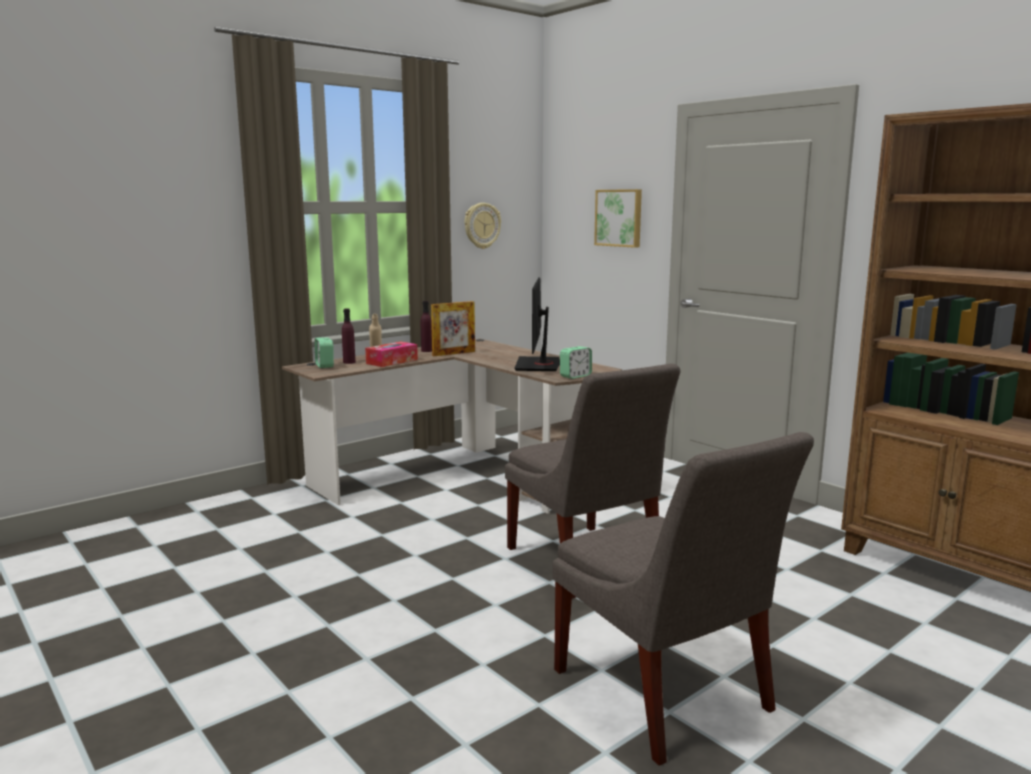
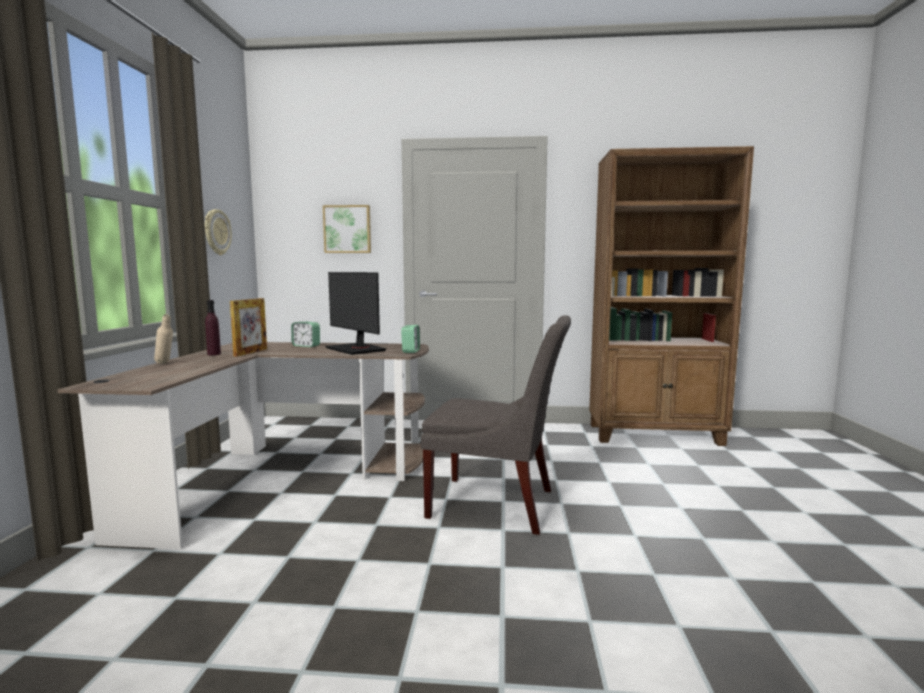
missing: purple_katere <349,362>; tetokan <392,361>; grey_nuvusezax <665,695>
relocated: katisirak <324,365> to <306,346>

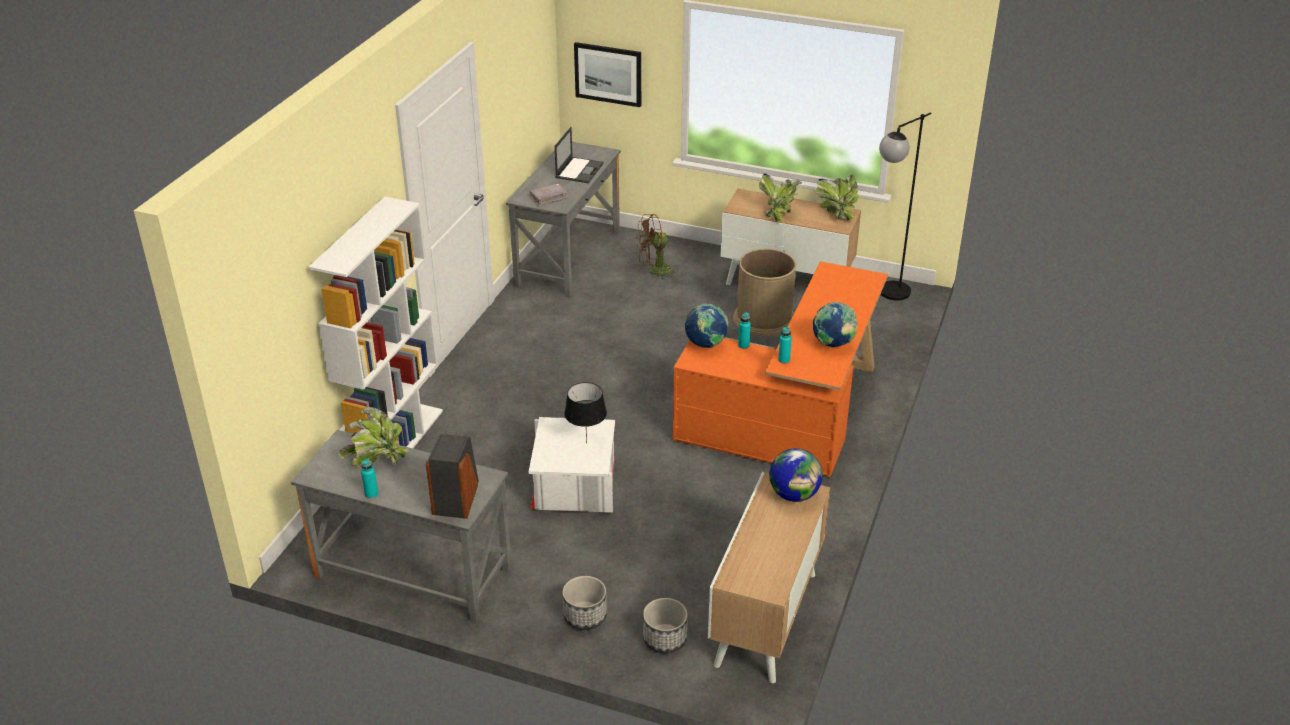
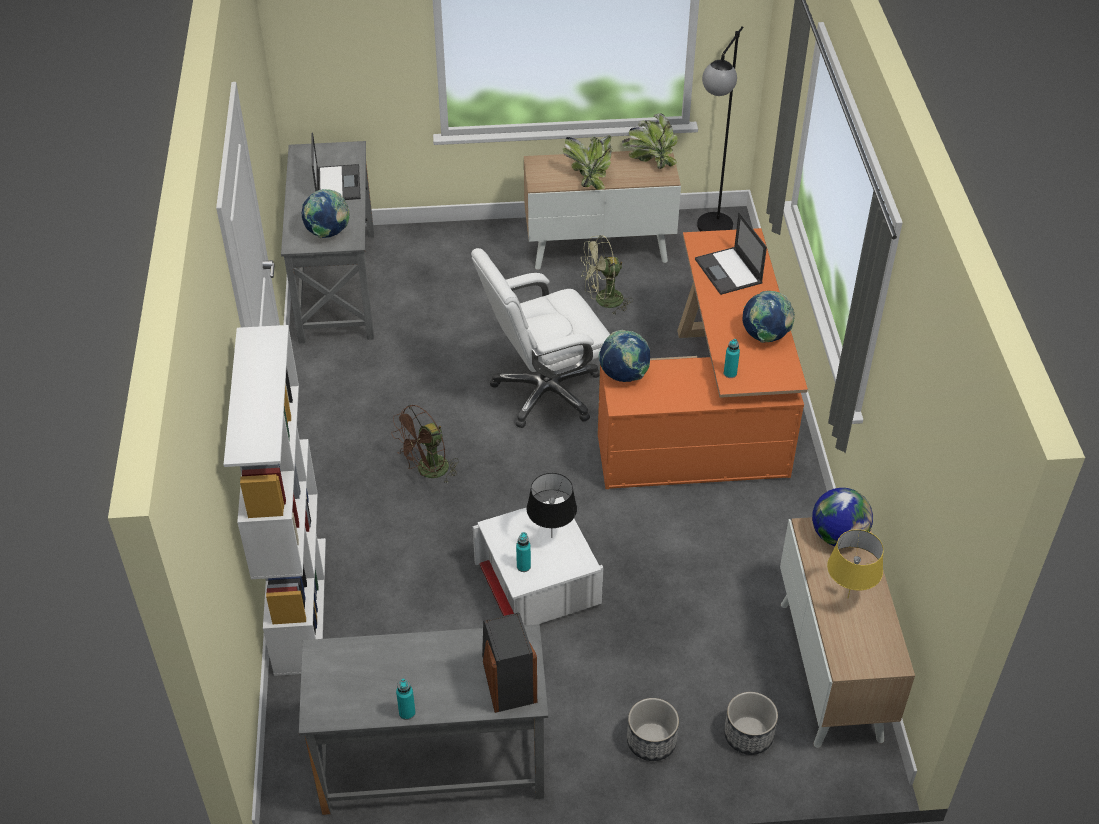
missing: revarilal <375,459>; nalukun <608,74>
appeared: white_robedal <545,392>; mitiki <729,272>; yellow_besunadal <847,598>
relocated: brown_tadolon <654,271> to <428,471>; turquoise_katere <743,345> to <523,566>
exchanged: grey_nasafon <548,198> to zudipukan <328,233>; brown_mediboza <764,318> to green_tadolon <603,301>

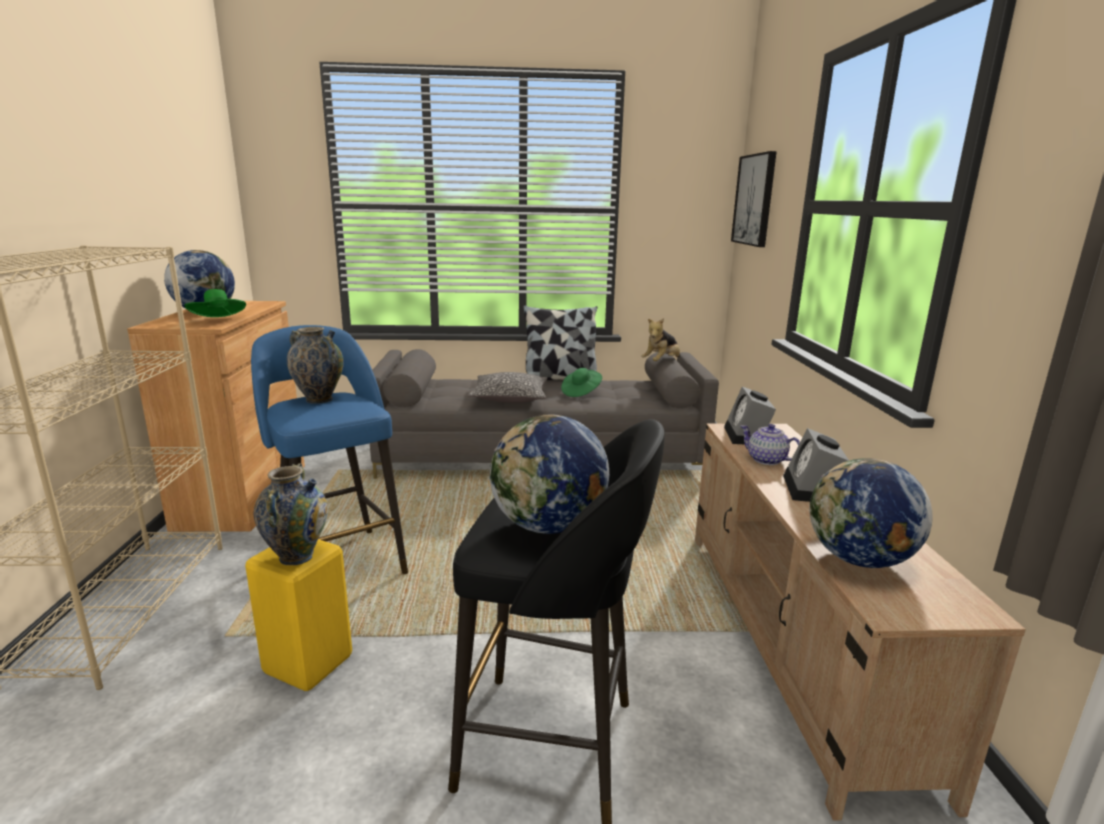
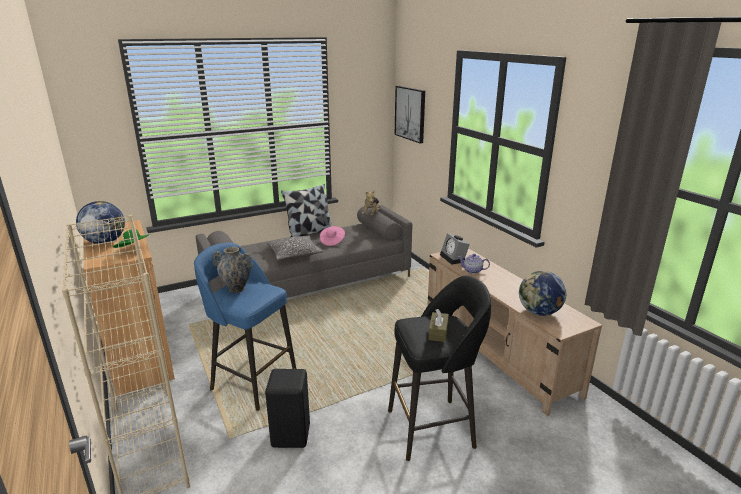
missing: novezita <297,556>; katisirak <811,490>
exchanged: zudipukan <548,526> to brown_tetokan <438,332>
colour: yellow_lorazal <305,664> to black_lorazal <289,436>; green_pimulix <581,392> to pink_pimulix <332,241>

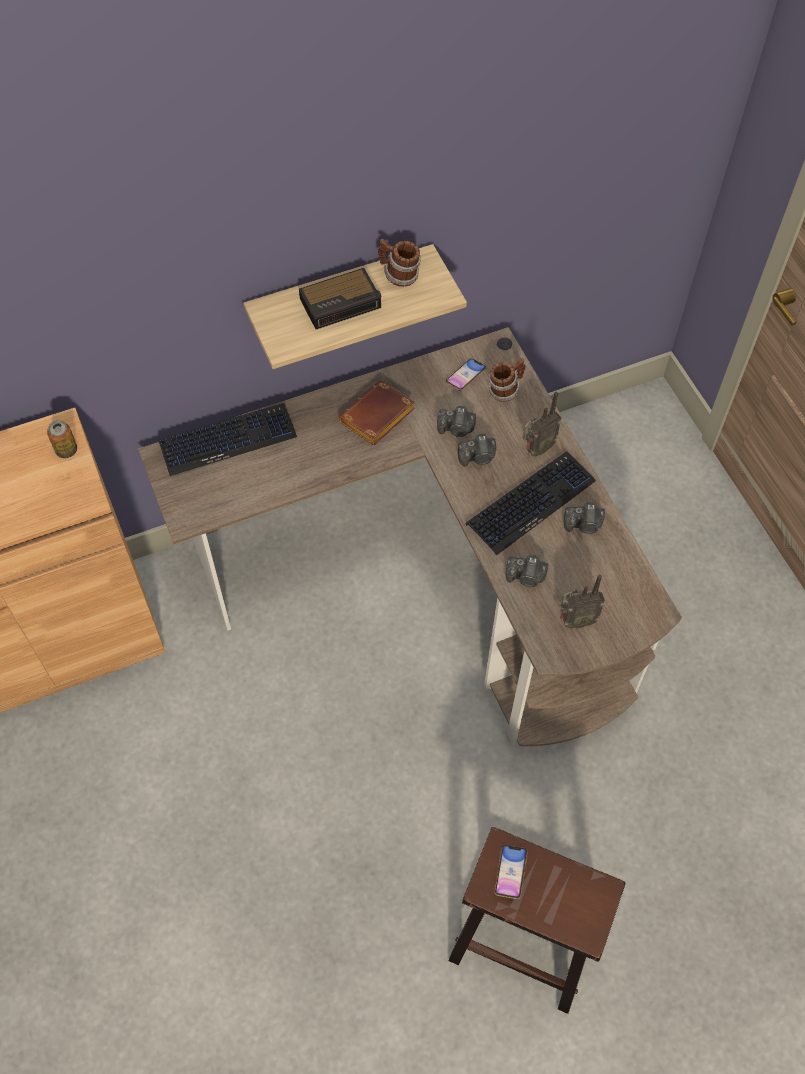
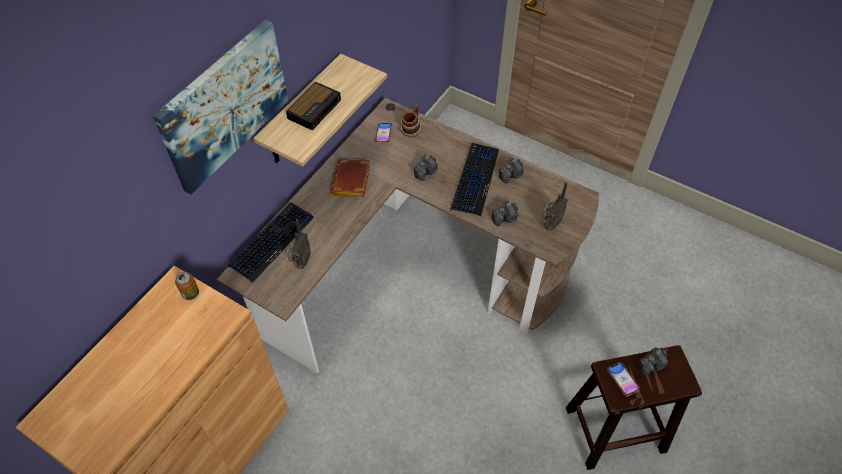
missing: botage <399,276>
appeared: nalukun <224,105>
relocated: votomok <536,449> to <300,263>; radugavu <456,429> to <652,364>

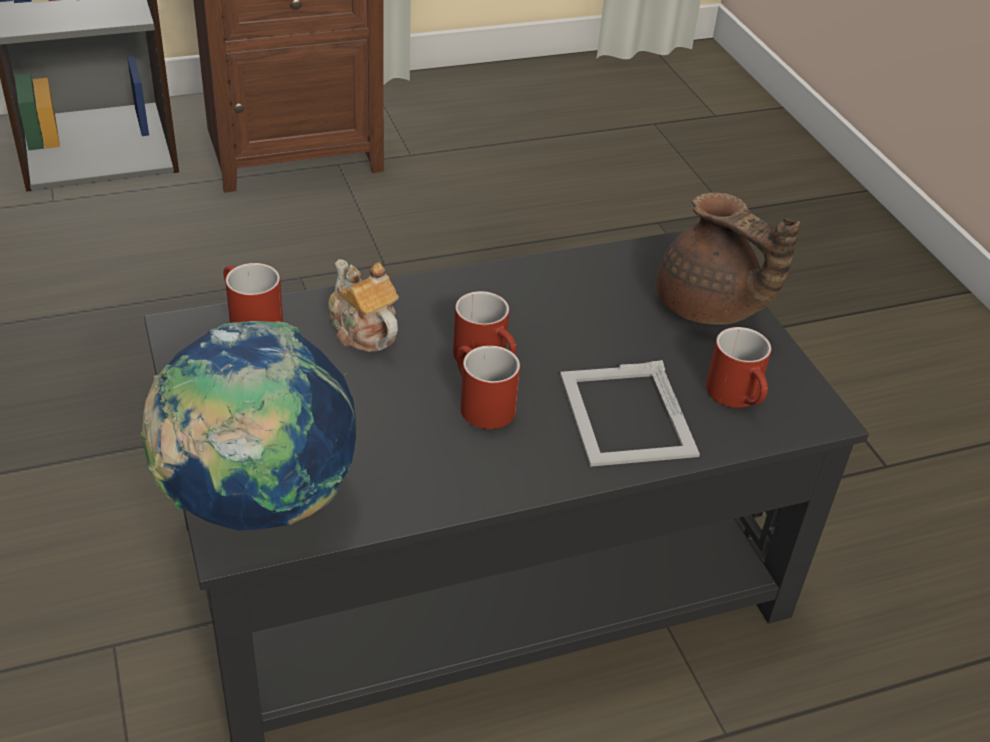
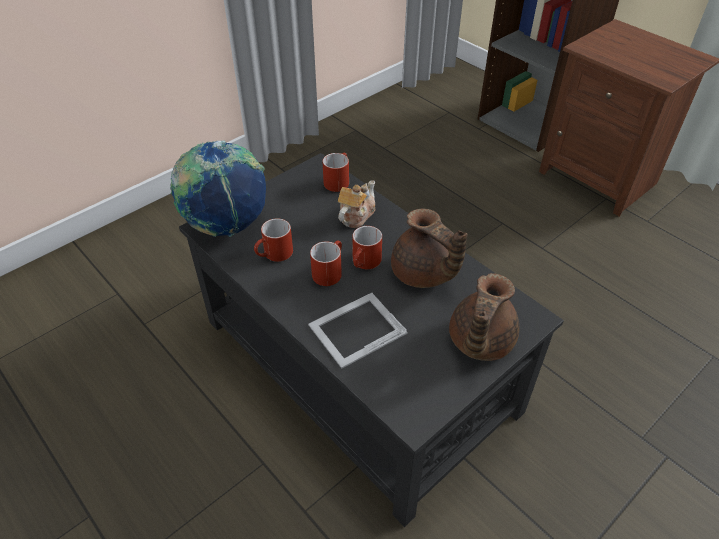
appeared: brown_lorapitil <423,274>
relocated: red_botage <739,397> to <274,255>

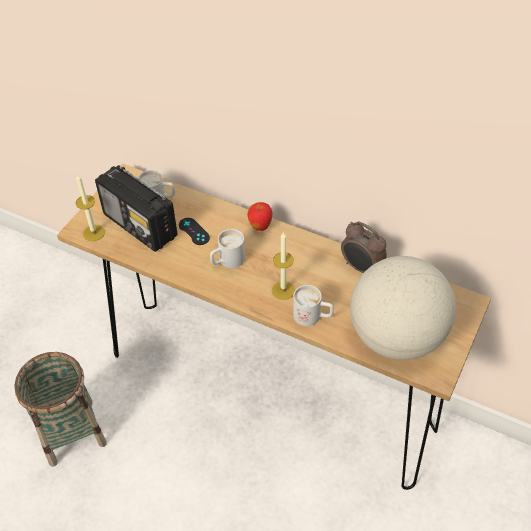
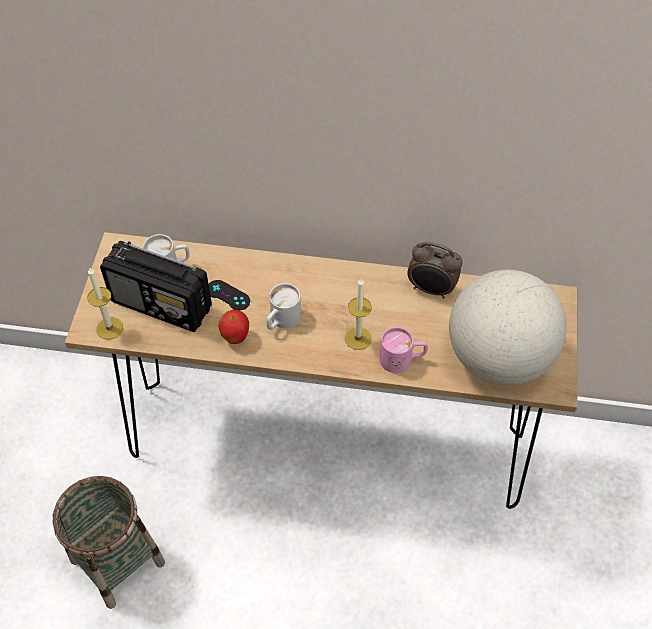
relocated: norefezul <260,227> to <235,338>
colour: white_botage <313,316> to pink_botage <402,360>

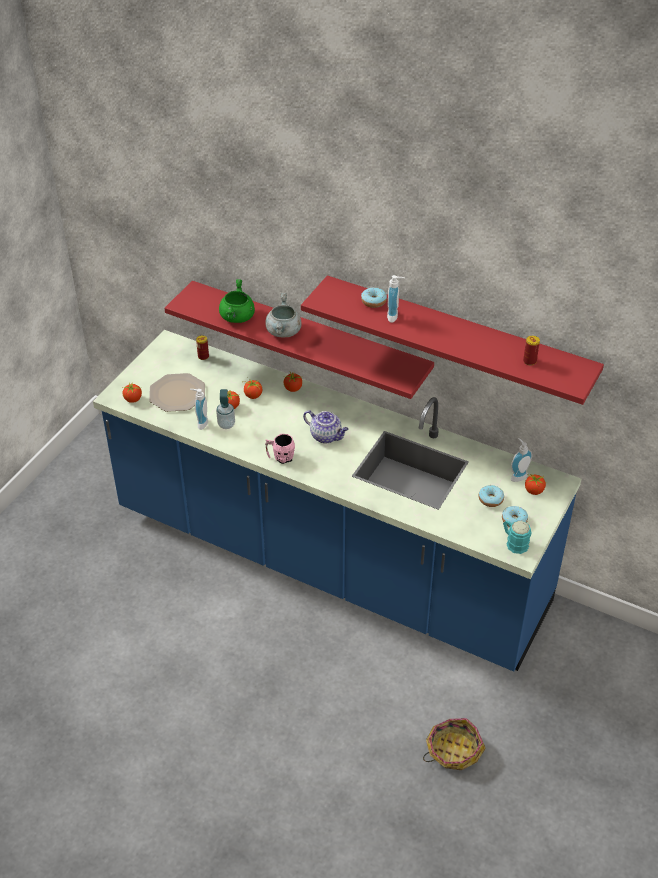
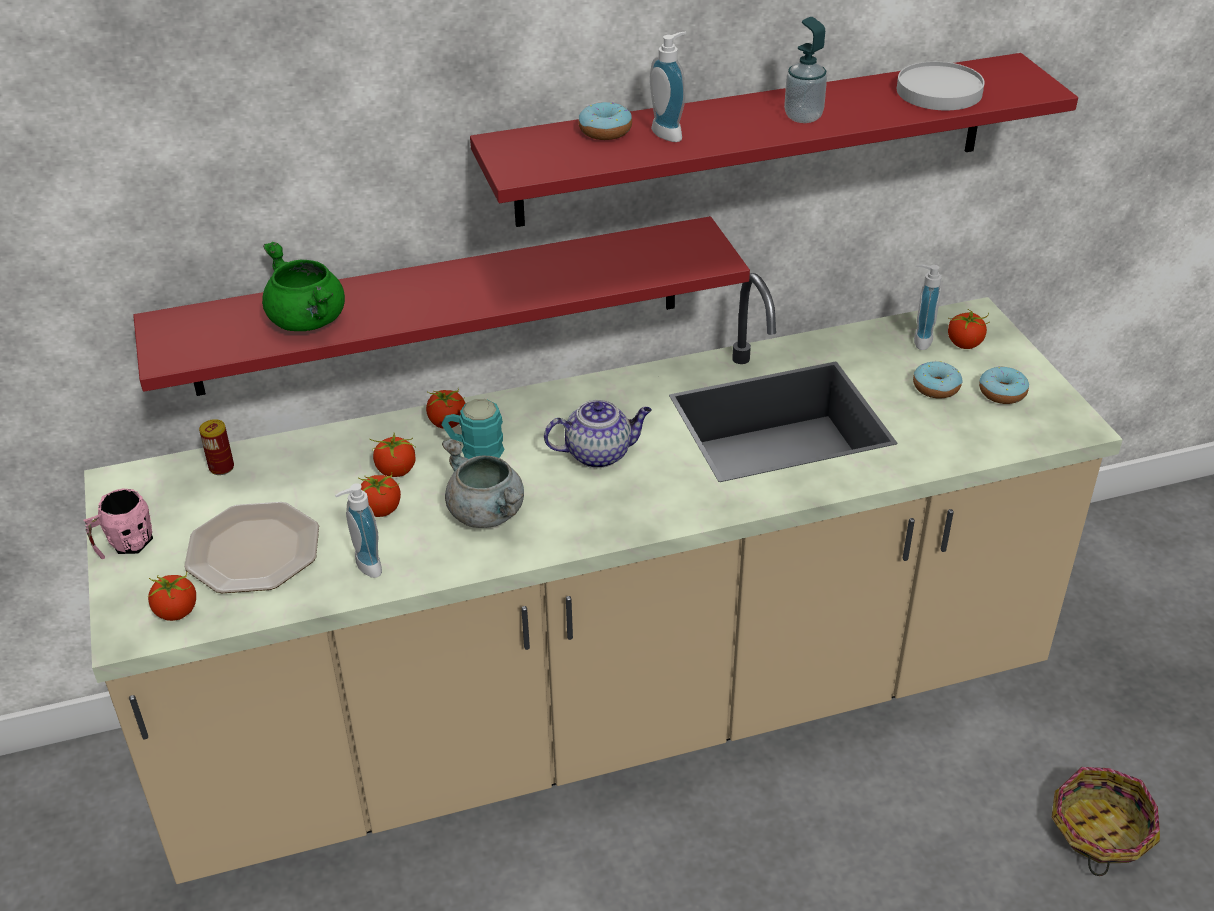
relocated: pink_botage <280,457> to <124,545>; turquoise_botage <514,542> to <474,449>; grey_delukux <284,332> to <488,513>; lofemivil <226,424> to <803,117>
exchanged: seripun <529,361> to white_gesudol <939,92>
colour: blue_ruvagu <329,559> to beige_ruvagu <610,712>

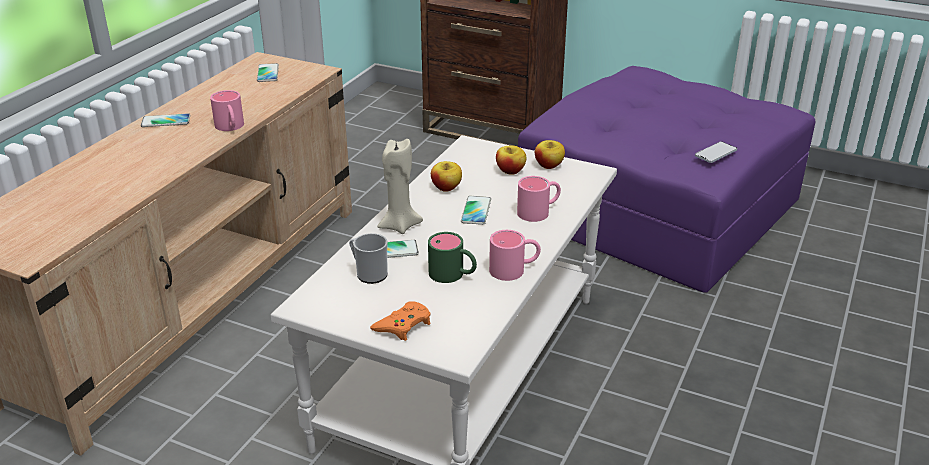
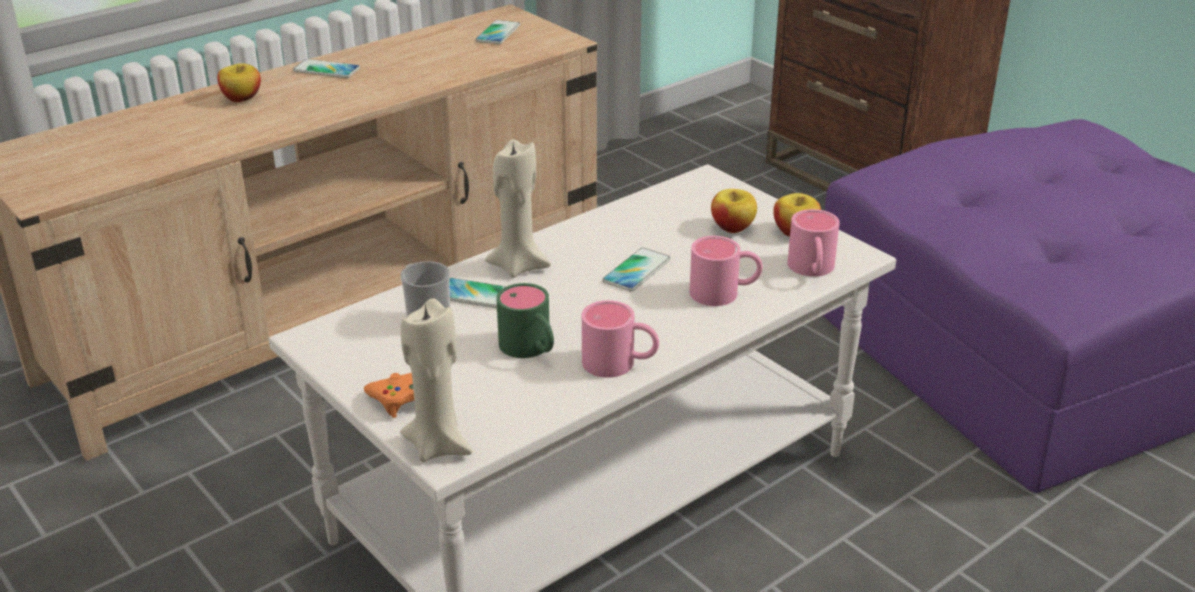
missing: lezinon <715,153>
appeared: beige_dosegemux <438,445>
relocated: norefezul <446,187> to <241,98>; pink_botage <230,127> to <812,270>

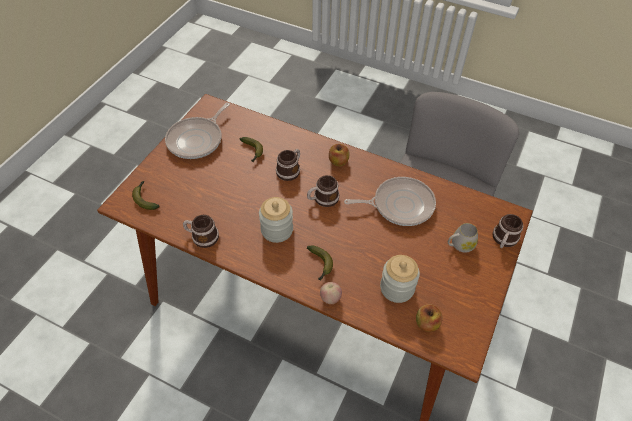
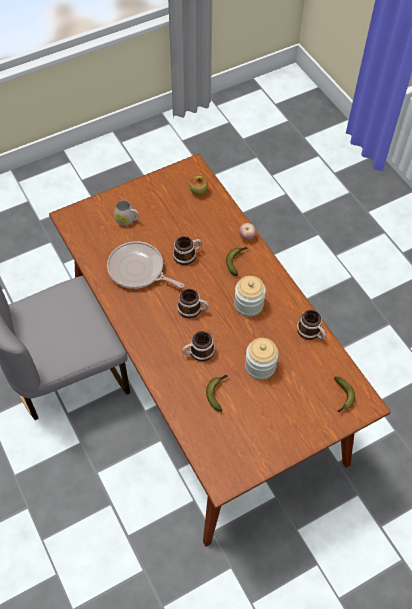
missing: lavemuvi <197,140>; norefezul <338,161>
relocated: botage <503,240> to <187,255>; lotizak <397,288> to <260,366>

